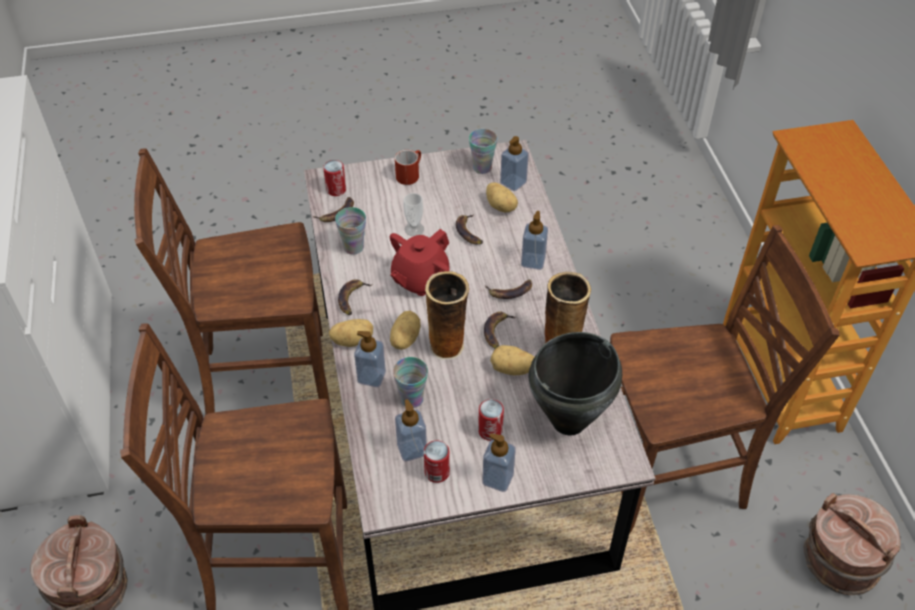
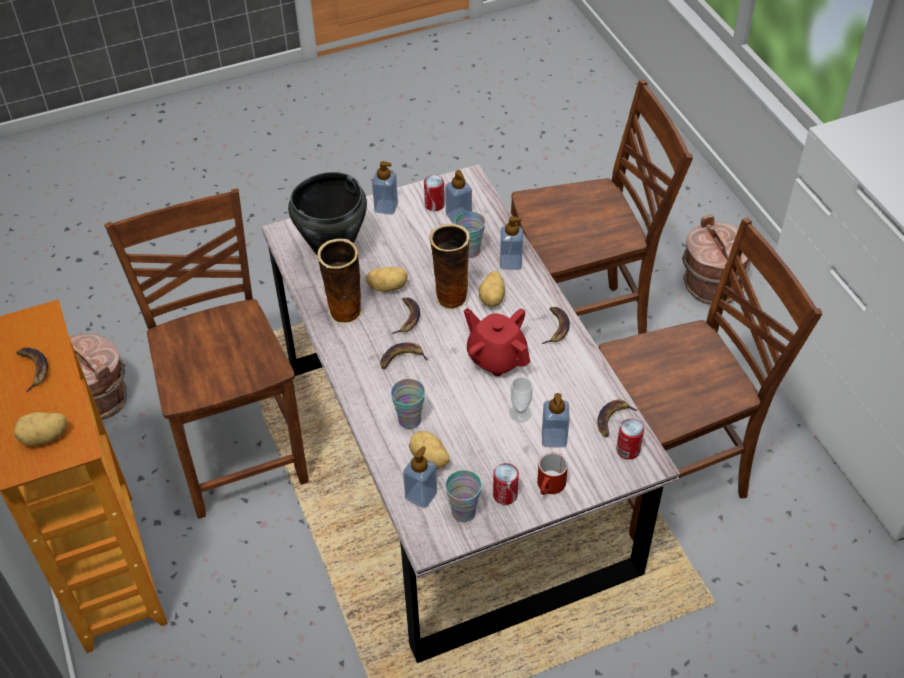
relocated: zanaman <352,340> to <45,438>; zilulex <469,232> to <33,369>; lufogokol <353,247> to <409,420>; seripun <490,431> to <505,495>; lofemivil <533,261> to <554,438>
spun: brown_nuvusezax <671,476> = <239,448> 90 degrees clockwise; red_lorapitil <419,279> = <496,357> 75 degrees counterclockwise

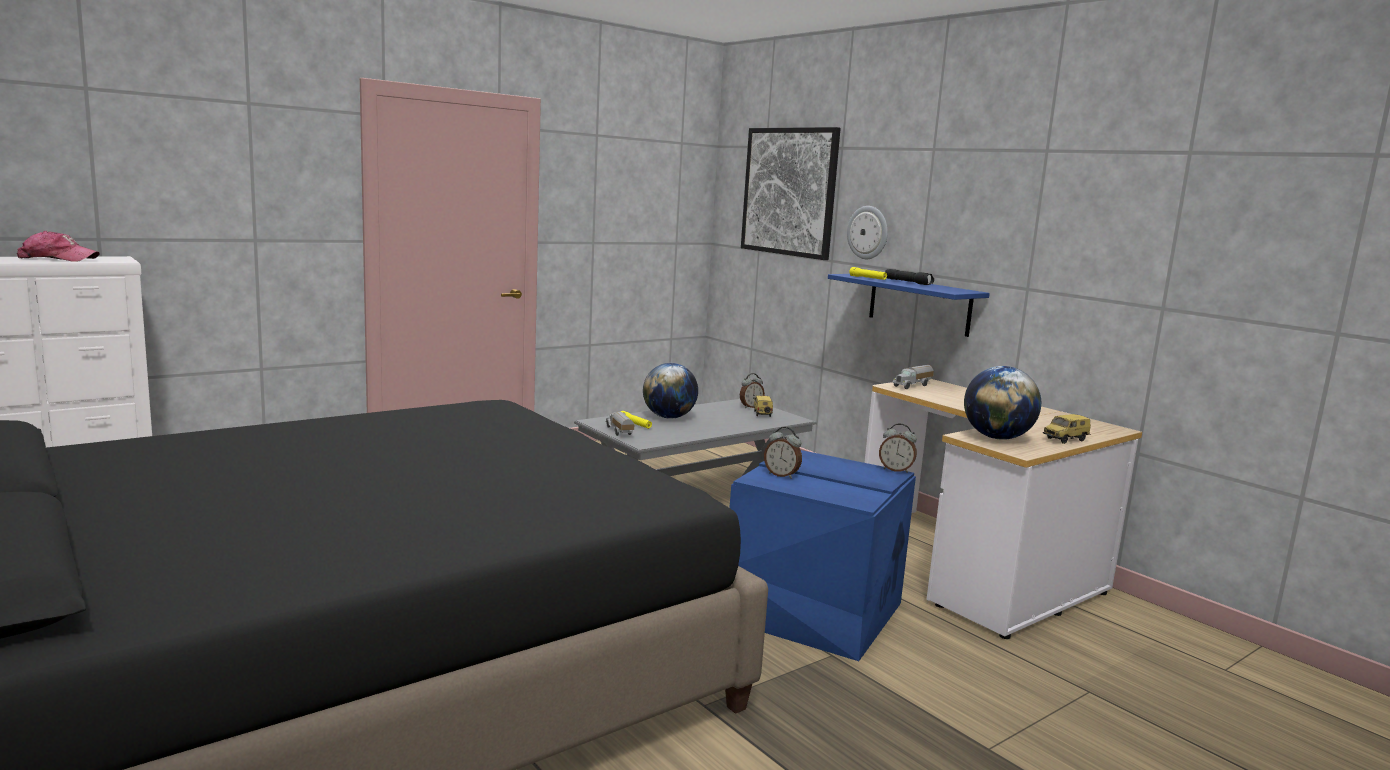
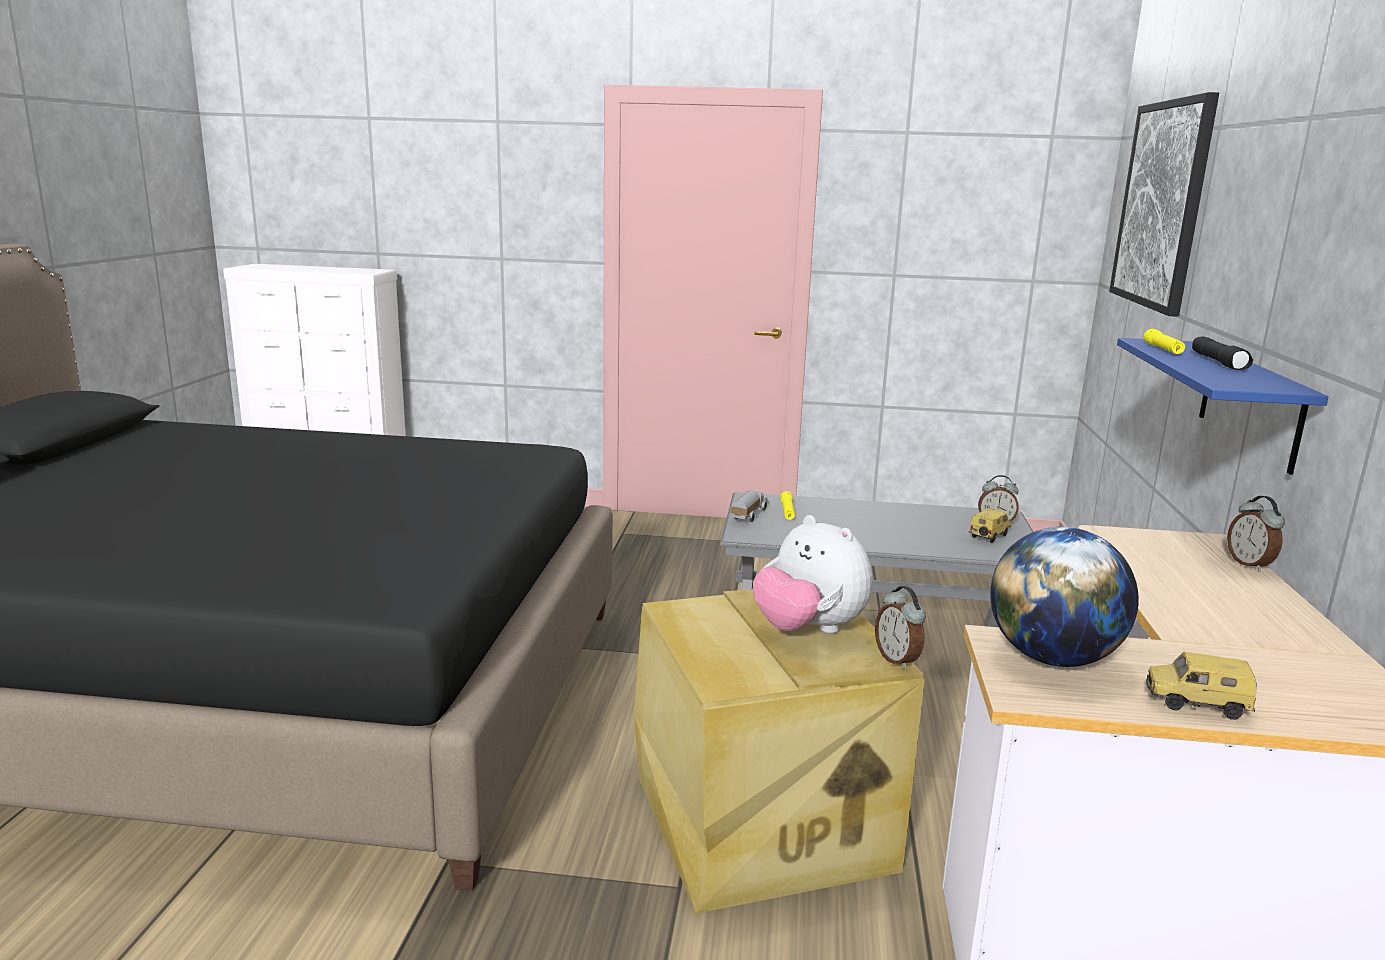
missing: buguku <58,259>; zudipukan <669,417>; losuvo <868,232>; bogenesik <912,386>
appeared: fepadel <809,630>
relocated: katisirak <781,475> to <1250,564>
colour: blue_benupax <814,612> to beige_benupax <760,825>

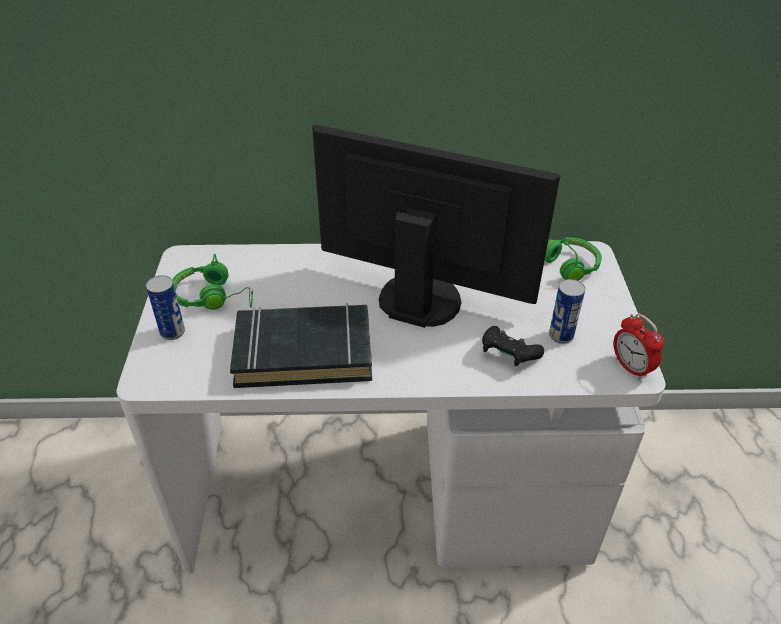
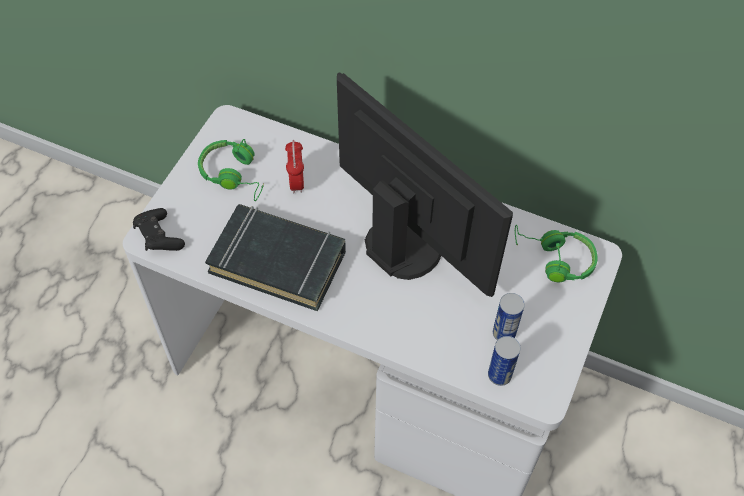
relocated: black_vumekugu <508,355> to <159,237>; katisirak <631,367> to <297,182>; seripun <172,332> to <499,375>

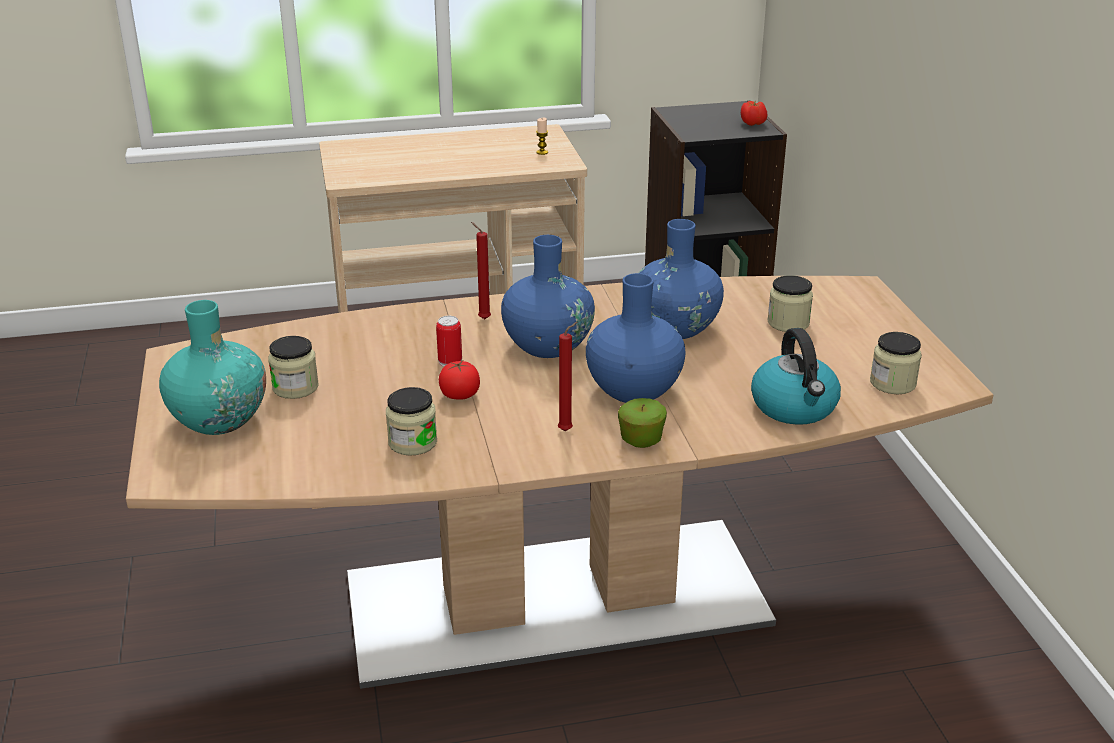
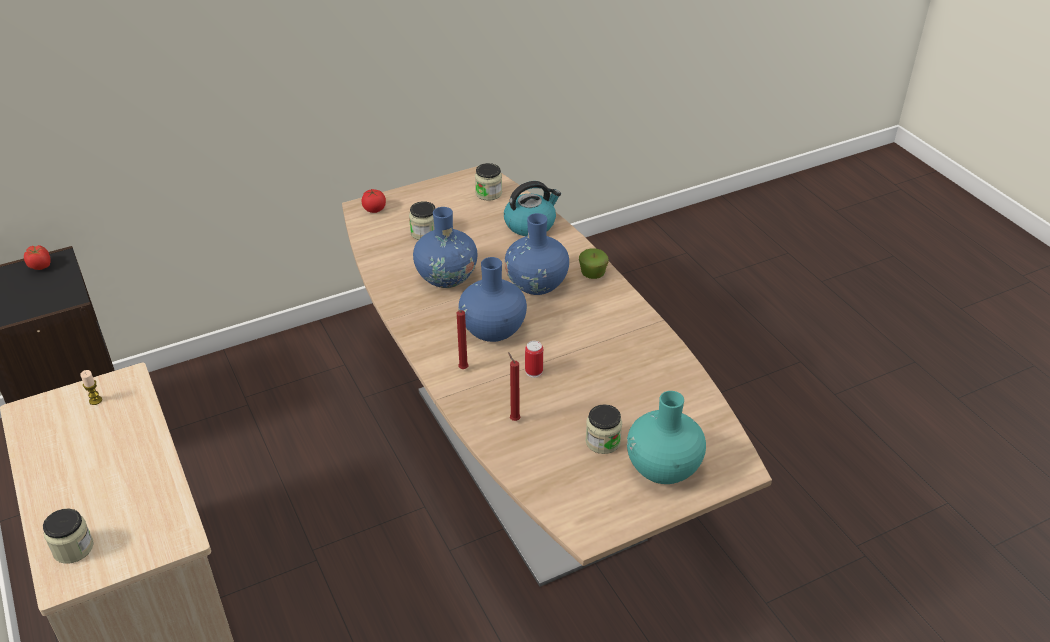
relocated: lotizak <412,442> to <73,548>; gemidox <459,395> to <374,209>; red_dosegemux <567,430> to <514,419>

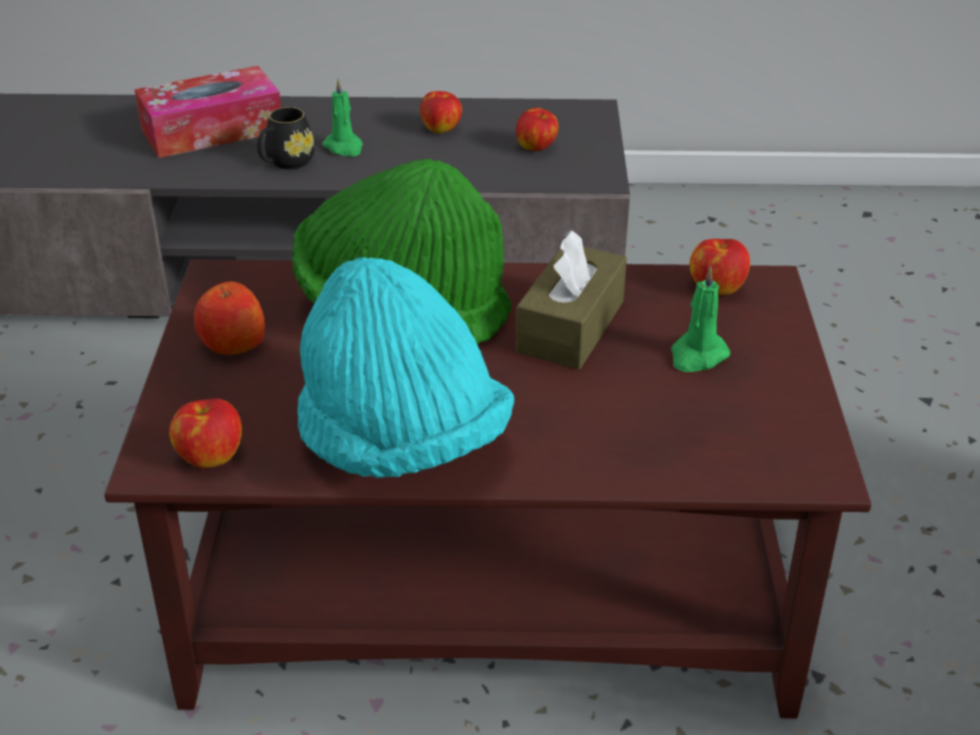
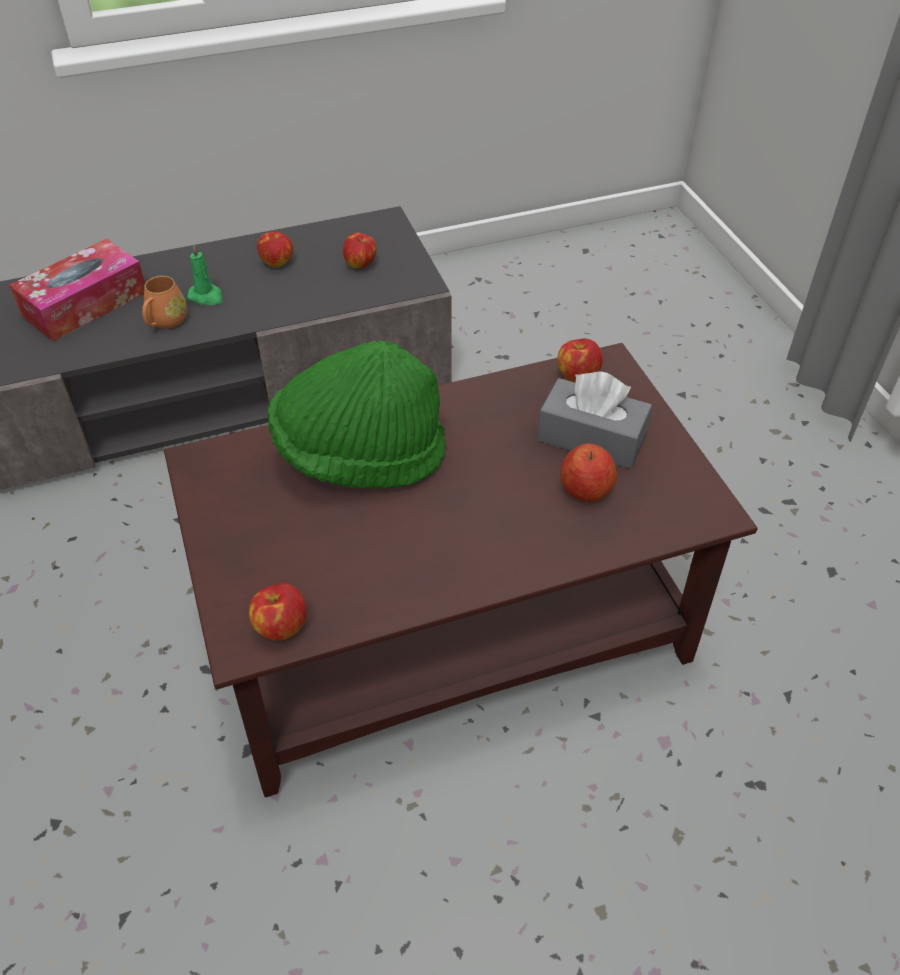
missing: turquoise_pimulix <400,441>; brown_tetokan <570,326>
relocated: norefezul <232,343> to <586,489>
exchanged: green_dosegemux <697,356> to grey_tetokan <591,438>
colour: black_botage <286,163> to orange_botage <165,322>

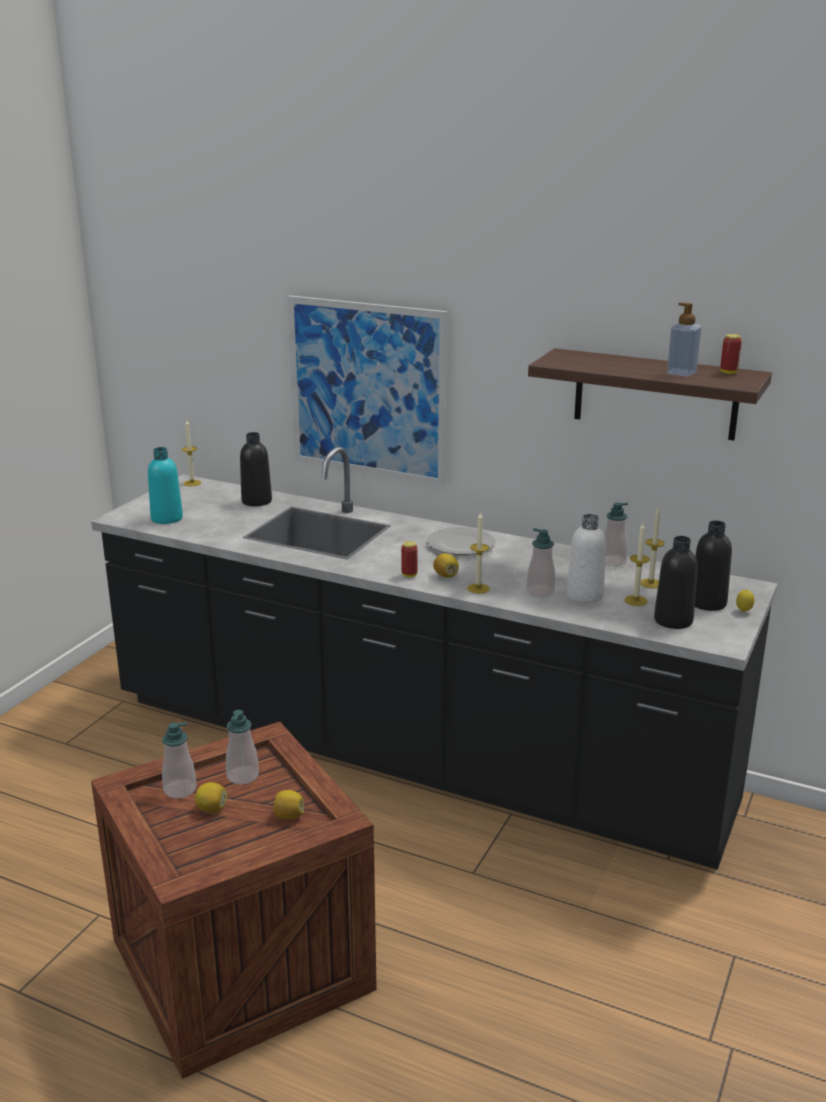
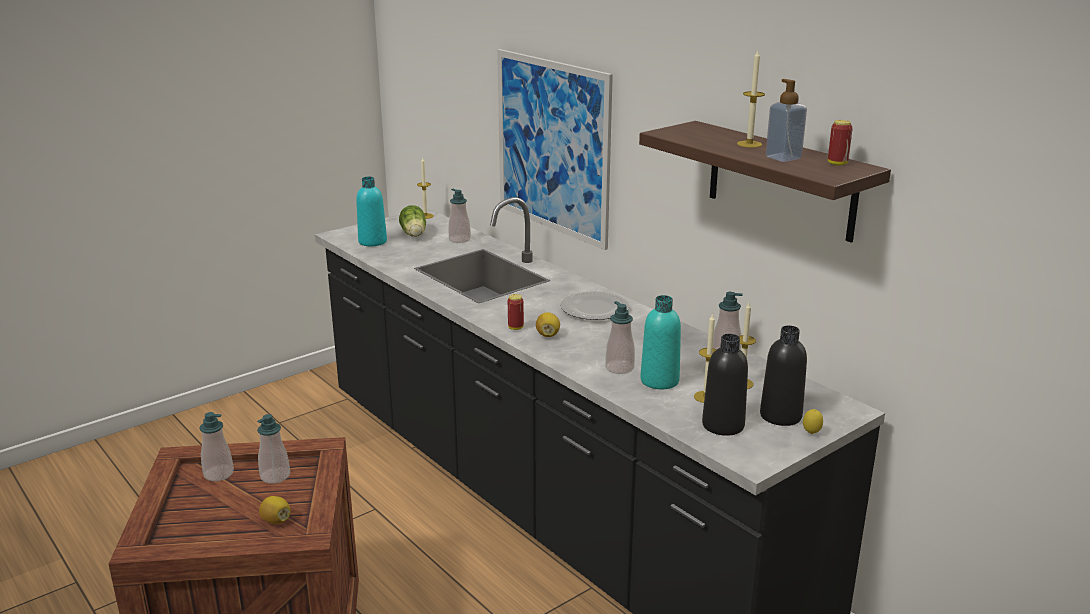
missing: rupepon <211,808>
appeared: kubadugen <414,235>
relocated: dosegemux <478,588> to <749,144>
exchanged: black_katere <256,501> to lofemivil <459,239>
colour: white_katere <585,595> to turquoise_katere <659,381>

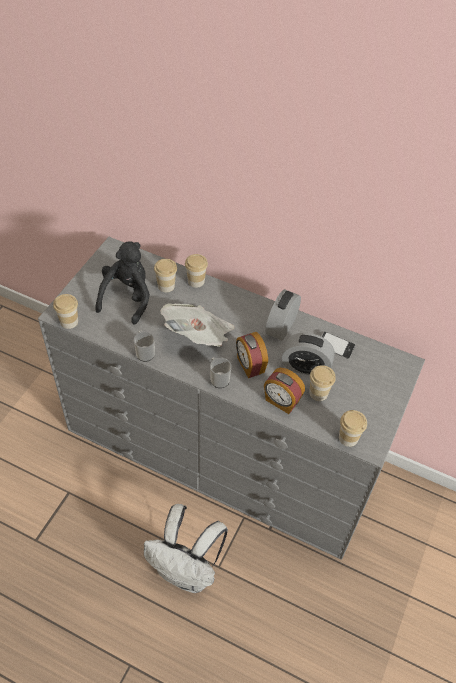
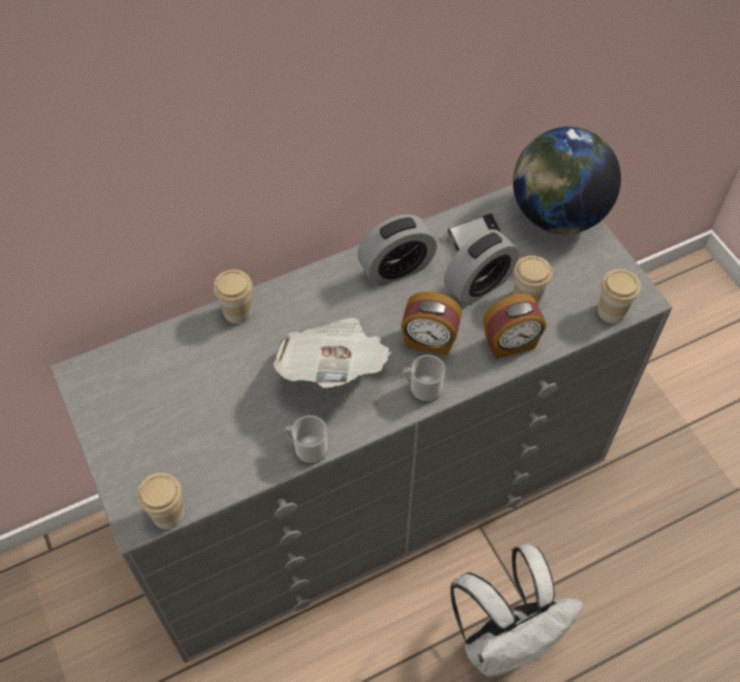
missing: black_fepadel <127,298>; lufogokol <166,286>
appeared: zudipukan <557,215>
spun: katisirak <281,326> = <396,268> 90 degrees counterclockwise

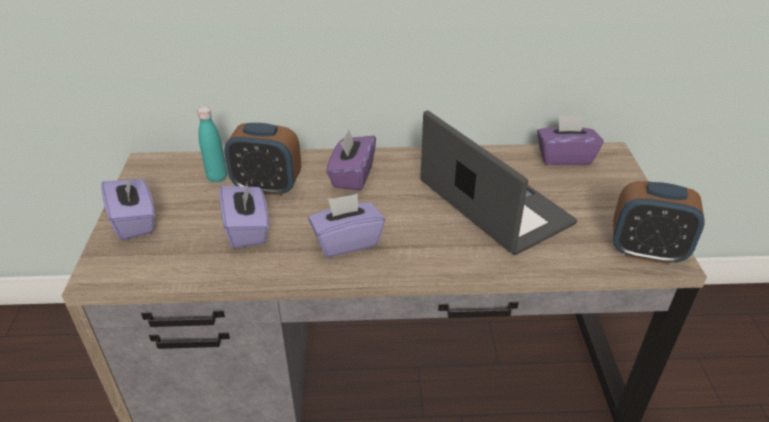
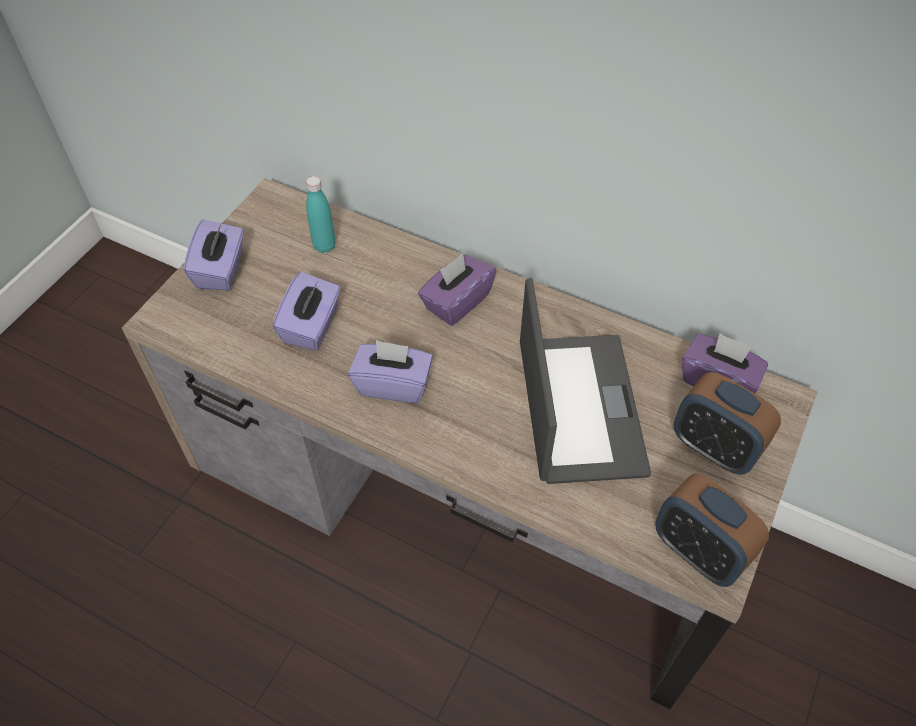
relocated: katisirak <267,187> to <714,447>

